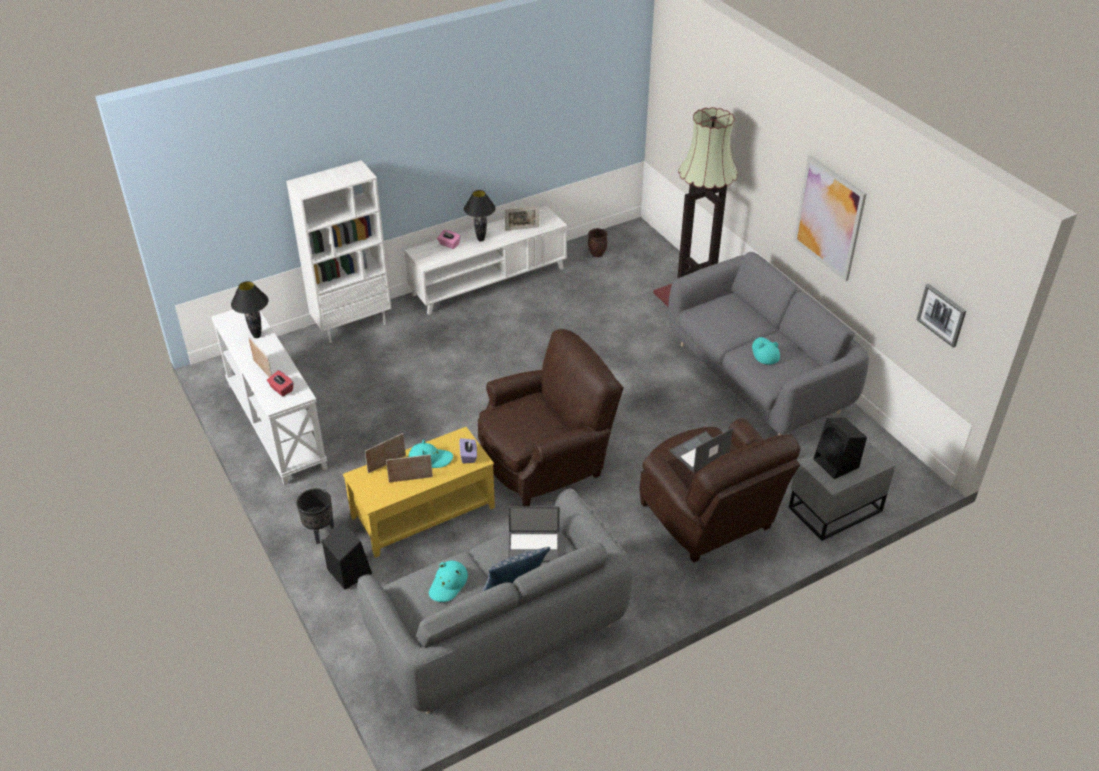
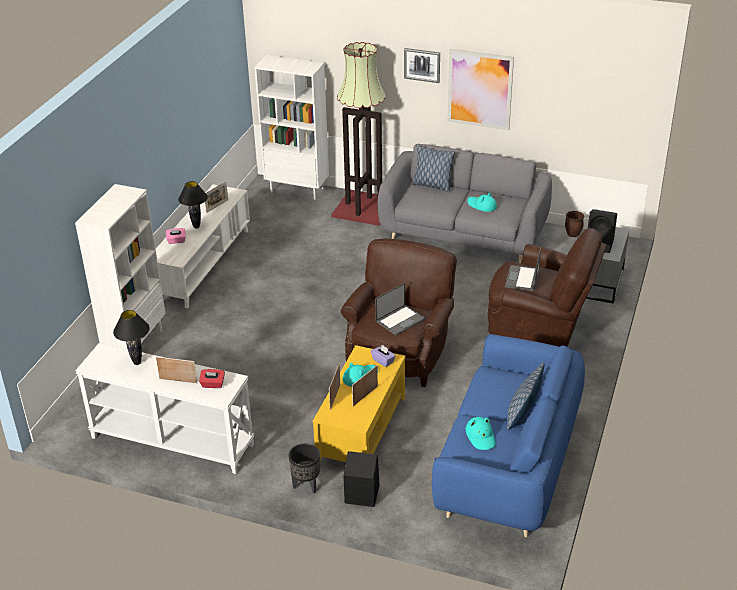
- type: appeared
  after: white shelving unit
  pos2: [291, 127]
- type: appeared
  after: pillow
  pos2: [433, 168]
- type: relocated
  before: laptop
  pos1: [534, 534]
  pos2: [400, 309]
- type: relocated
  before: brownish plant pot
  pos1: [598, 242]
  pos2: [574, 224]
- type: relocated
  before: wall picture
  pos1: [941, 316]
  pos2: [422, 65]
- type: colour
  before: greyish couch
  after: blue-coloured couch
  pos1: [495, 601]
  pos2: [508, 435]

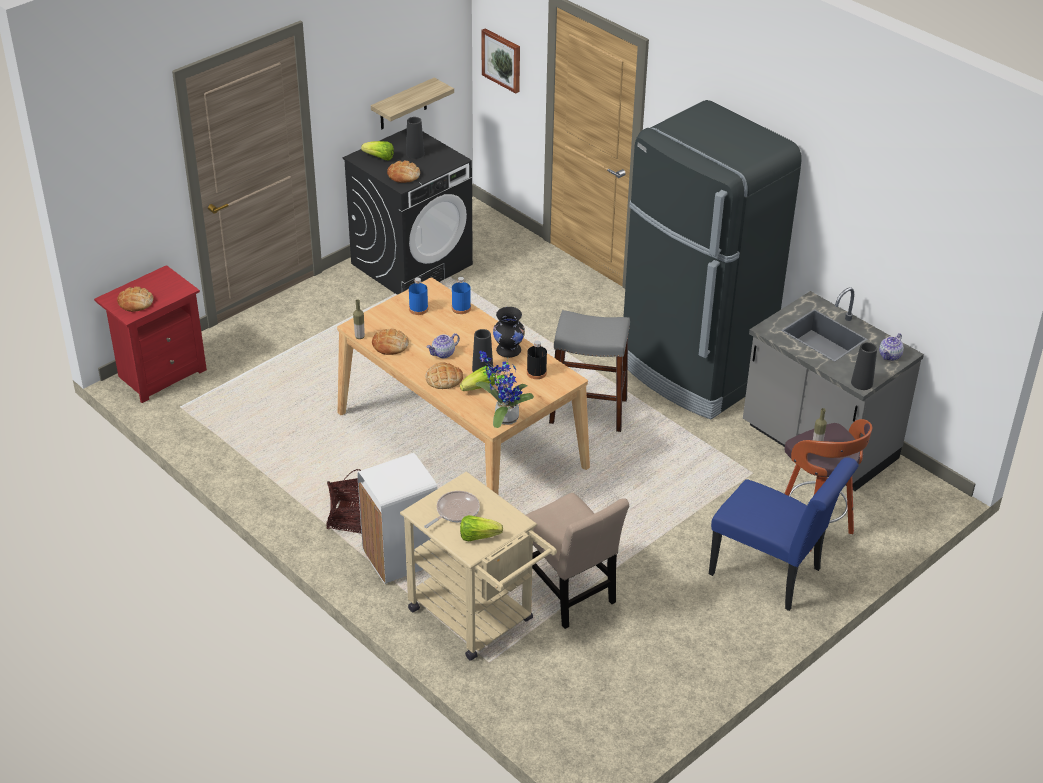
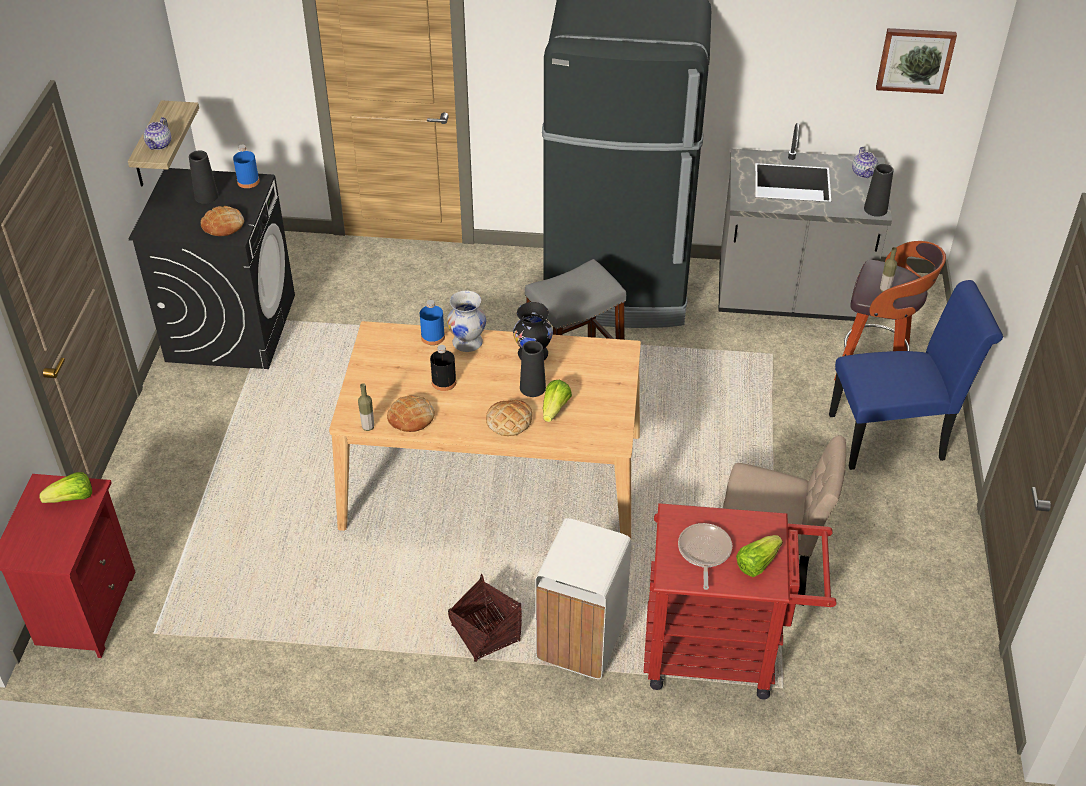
- type: missing
  before: baked bread
  pos1: [135, 299]
- type: missing
  before: potted plant
  pos1: [505, 389]
- type: appeared
  after: white flower vase
  pos2: [466, 321]
- type: relocated
  before: head of lettuce
  pos1: [377, 150]
  pos2: [65, 487]
- type: relocated
  before: blue-coloured drink bottle
  pos1: [418, 296]
  pos2: [246, 166]
- type: relocated
  before: pot for tea
  pos1: [443, 345]
  pos2: [157, 133]
- type: relocated
  before: wall picture
  pos1: [501, 60]
  pos2: [916, 61]
- type: relocated
  before: blackish drink bottle
  pos1: [537, 360]
  pos2: [443, 368]
- type: colour
  before: beige trolley
  after: red trolley
  pos1: [478, 566]
  pos2: [740, 601]

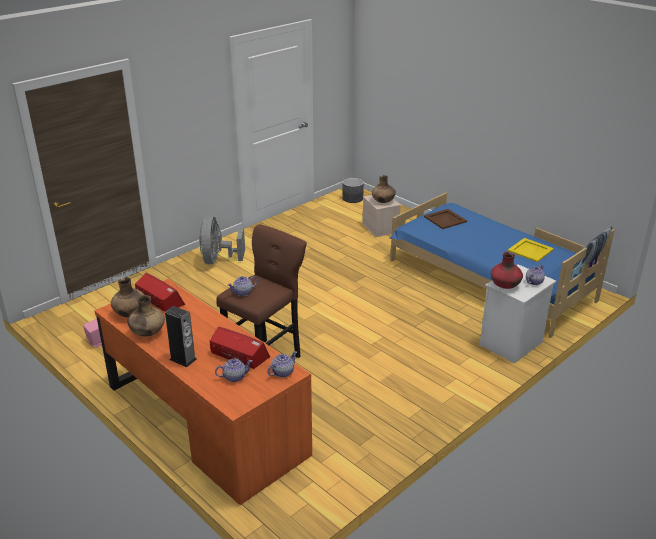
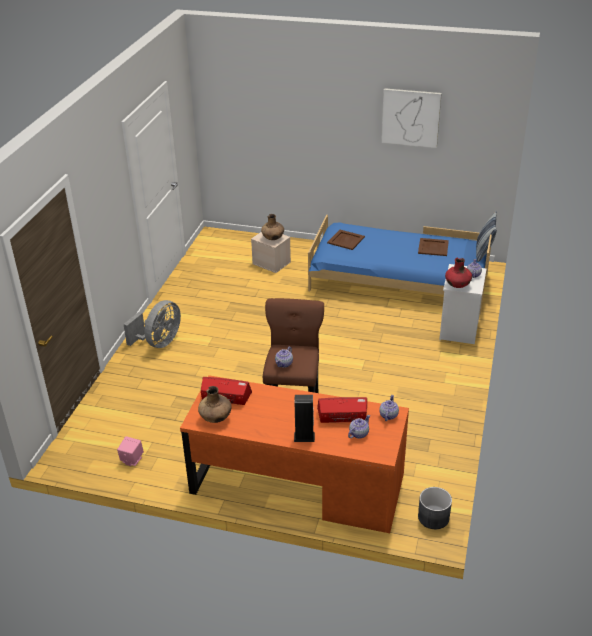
- type: missing
  before: brownish flower vase
  pos1: [146, 315]
- type: appeared
  after: wall picture
  pos2: [411, 118]
- type: relocated
  before: greyish plant pot
  pos1: [353, 190]
  pos2: [435, 508]
- type: colour
  before: yellow tray
  after: brownish tray
  pos1: [531, 250]
  pos2: [433, 247]
- type: spun
  before: greyish cooling fan
  pos1: [222, 240]
  pos2: [152, 324]
  turn: -120

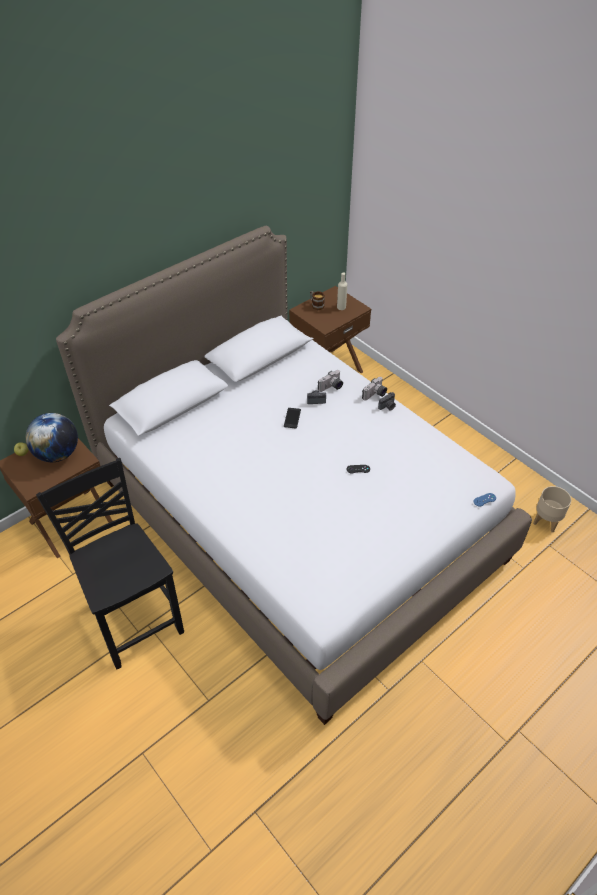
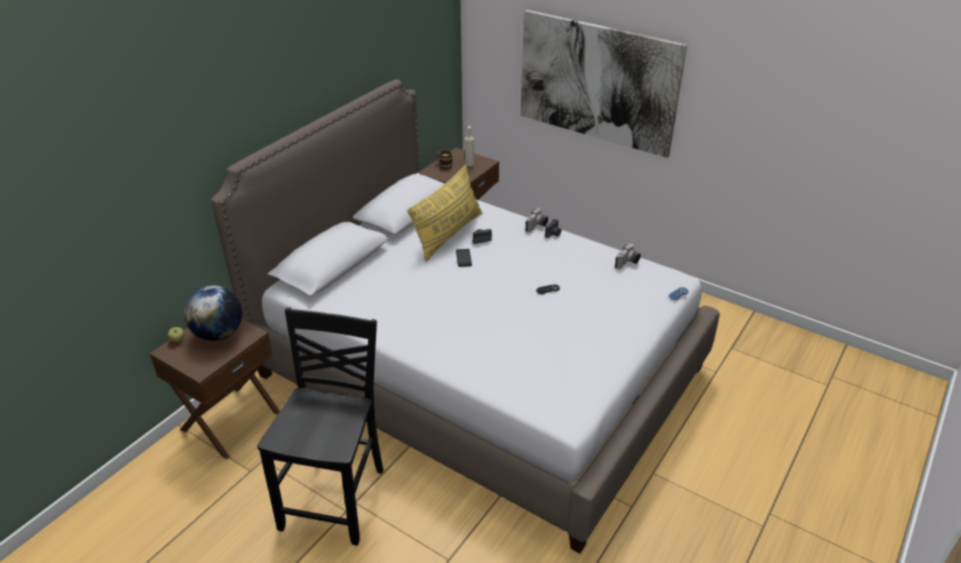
- type: missing
  before: beige plant pot
  pos1: [552, 509]
- type: appeared
  after: yellow pillow
  pos2: [444, 213]
- type: appeared
  after: wall picture
  pos2: [603, 84]
- type: relocated
  before: photo camera
  pos1: [330, 381]
  pos2: [628, 256]
- type: spun
  before: blackish upright chair
  pos1: [110, 564]
  pos2: [320, 426]
  turn: 60

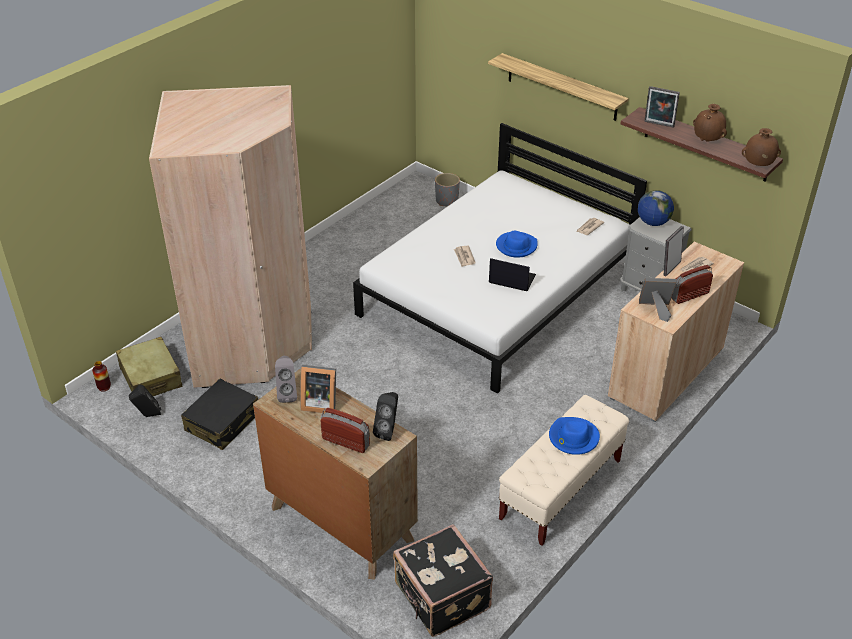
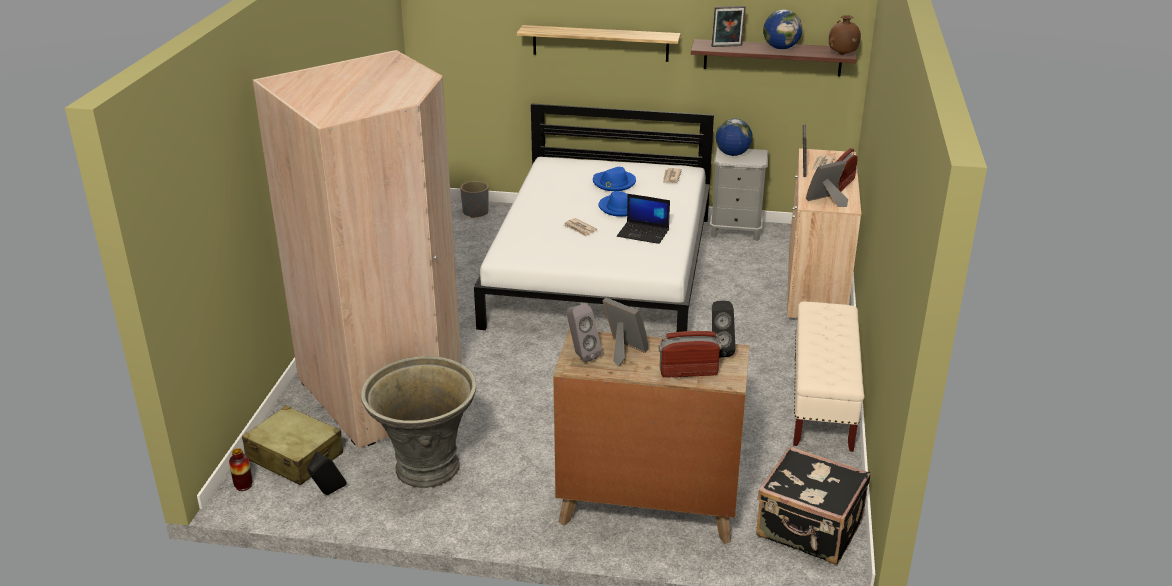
- type: relocated
  before: blue-coloured clothing hat
  pos1: [574, 436]
  pos2: [614, 179]
- type: exchanged
  before: blackish piece of luggage
  after: greyish plant pot
  pos1: [219, 414]
  pos2: [418, 422]
- type: exchanged
  before: brownish flower vase
  after: world globe
  pos1: [710, 123]
  pos2: [782, 29]
- type: spun
  before: standing frame
  pos1: [318, 389]
  pos2: [626, 332]
  turn: -120
- type: spun
  before: laptop
  pos1: [512, 274]
  pos2: [643, 219]
  turn: -150

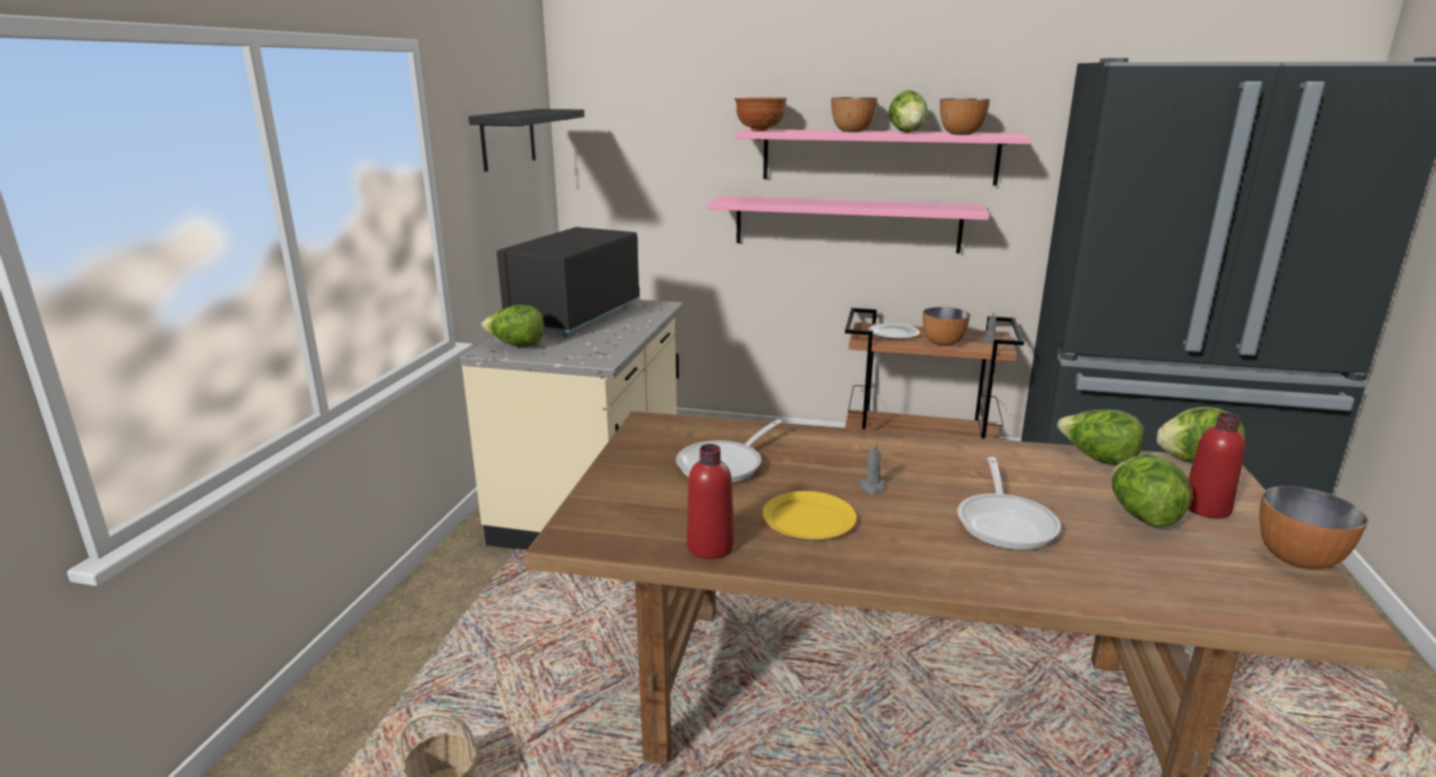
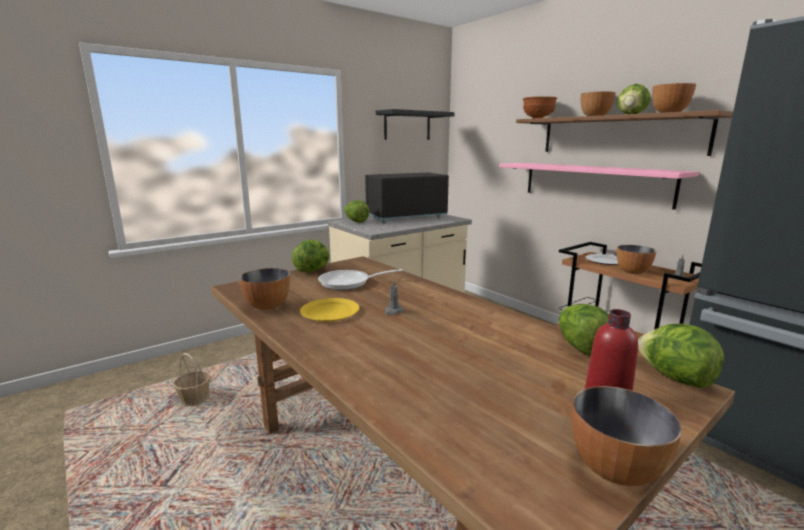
- type: missing
  before: pan
  pos1: [1009, 503]
- type: relocated
  before: head of lettuce
  pos1: [1151, 491]
  pos2: [310, 256]
- type: exchanged
  before: red drink bottle
  after: serving bowl
  pos1: [710, 501]
  pos2: [265, 289]
- type: colour
  before: pink bracket shelf
  after: brownish bracket shelf
  pos1: [883, 157]
  pos2: [624, 133]

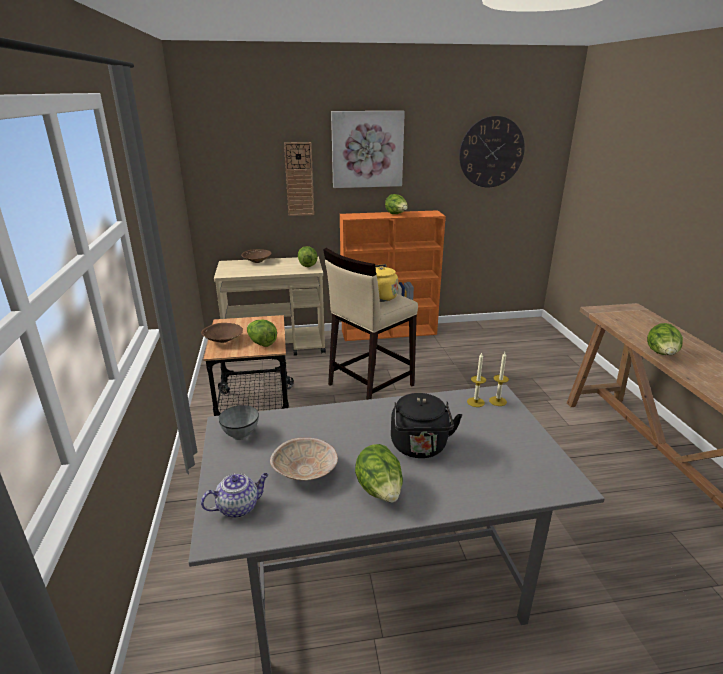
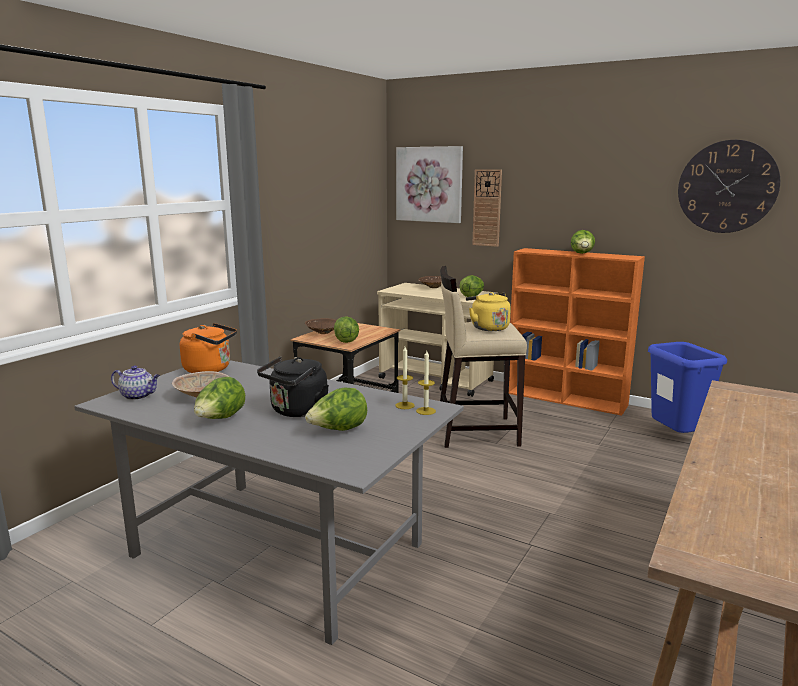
- type: appeared
  after: blue-coloured trash can
  pos2: [687, 387]
- type: relocated
  before: wall picture
  pos1: [368, 149]
  pos2: [429, 184]
- type: relocated
  before: head of lettuce
  pos1: [665, 339]
  pos2: [336, 409]
- type: exchanged
  before: greyish serving bowl
  after: orangey water kettle
  pos1: [239, 422]
  pos2: [208, 348]

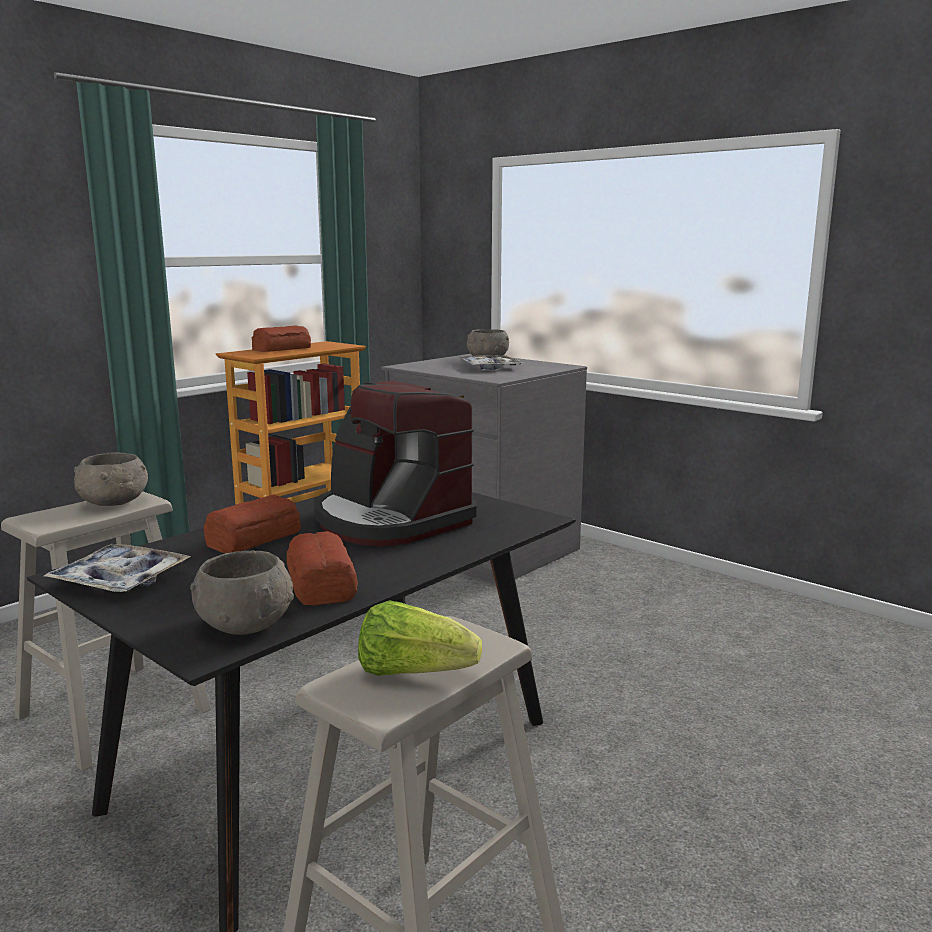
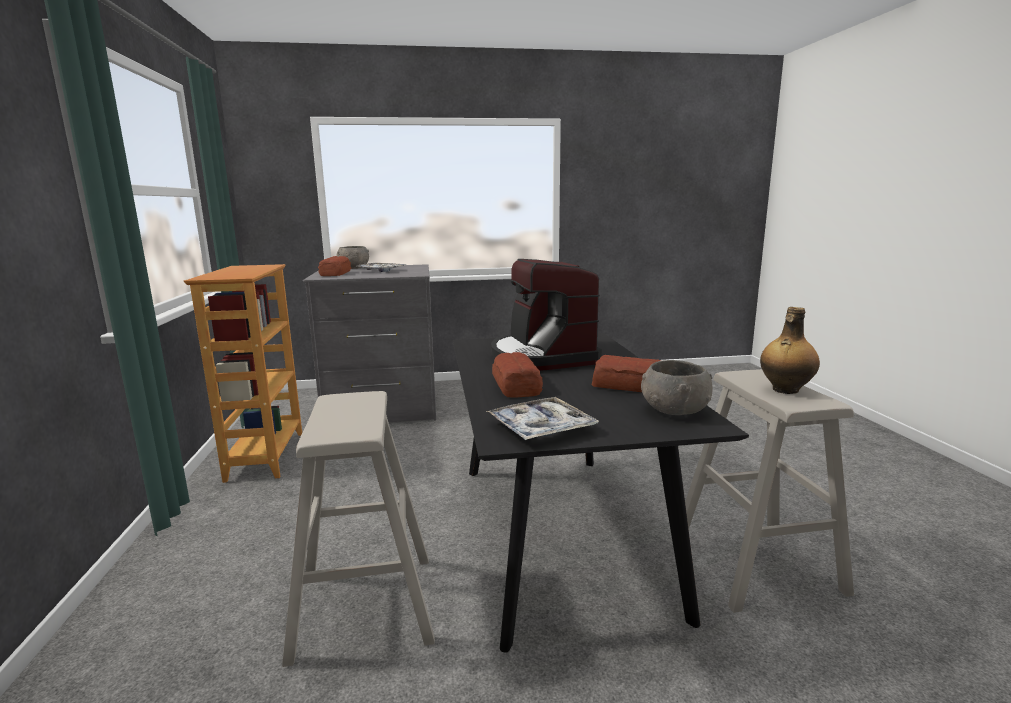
- type: missing
  before: greyish serving bowl
  pos1: [111, 479]
- type: relocated
  before: baked bread
  pos1: [281, 339]
  pos2: [334, 266]
- type: exchanged
  before: head of lettuce
  after: drink bottle
  pos1: [420, 638]
  pos2: [790, 350]
- type: spun
  before: coffee machine
  pos1: [395, 463]
  pos2: [546, 315]
  turn: 75

